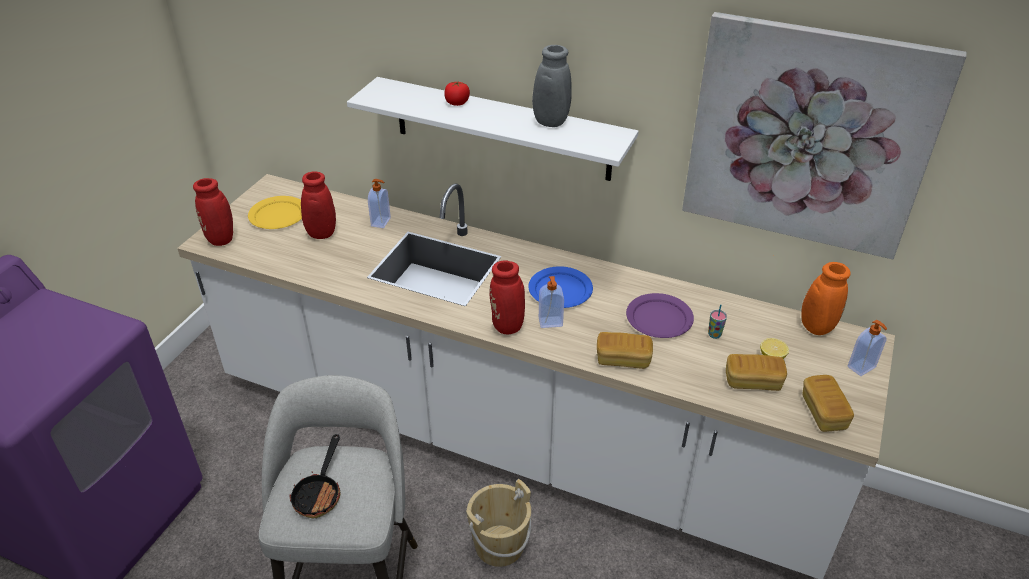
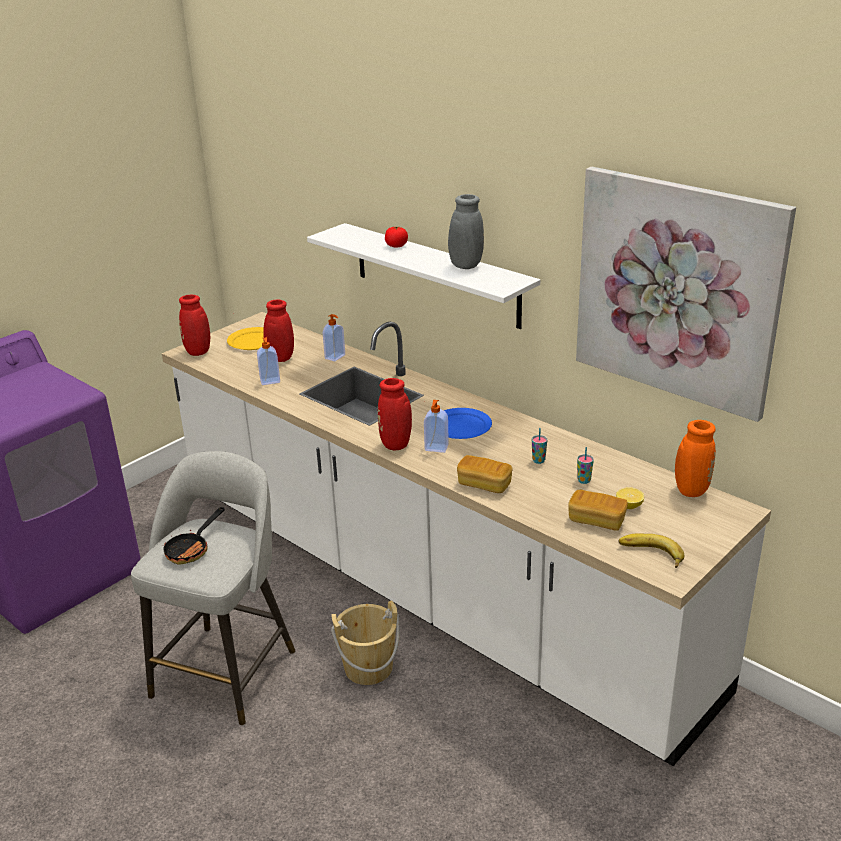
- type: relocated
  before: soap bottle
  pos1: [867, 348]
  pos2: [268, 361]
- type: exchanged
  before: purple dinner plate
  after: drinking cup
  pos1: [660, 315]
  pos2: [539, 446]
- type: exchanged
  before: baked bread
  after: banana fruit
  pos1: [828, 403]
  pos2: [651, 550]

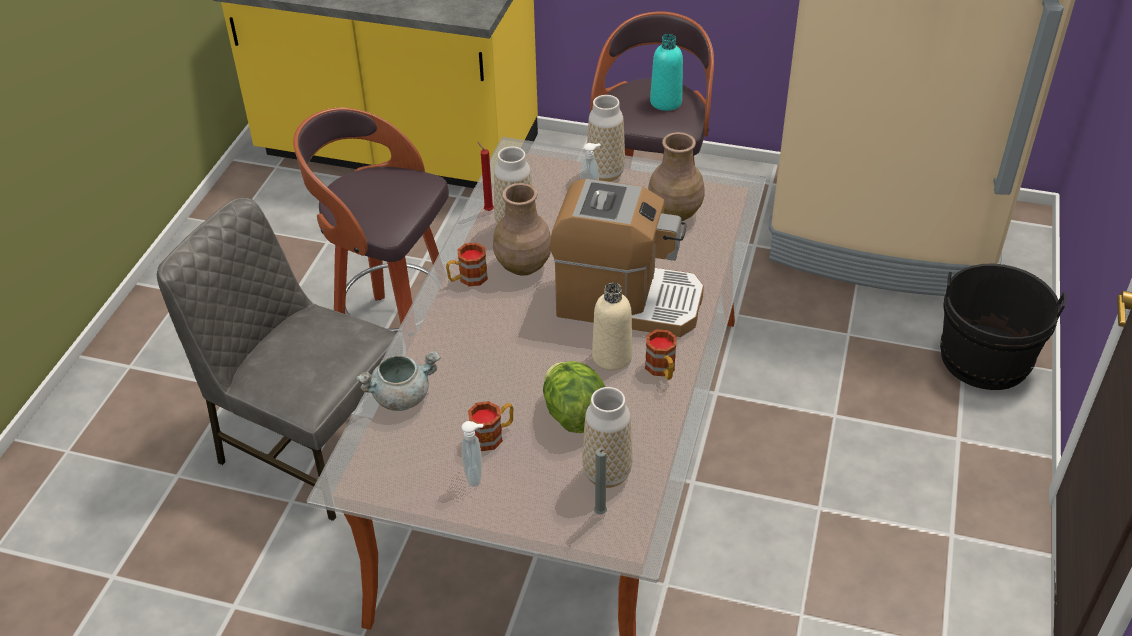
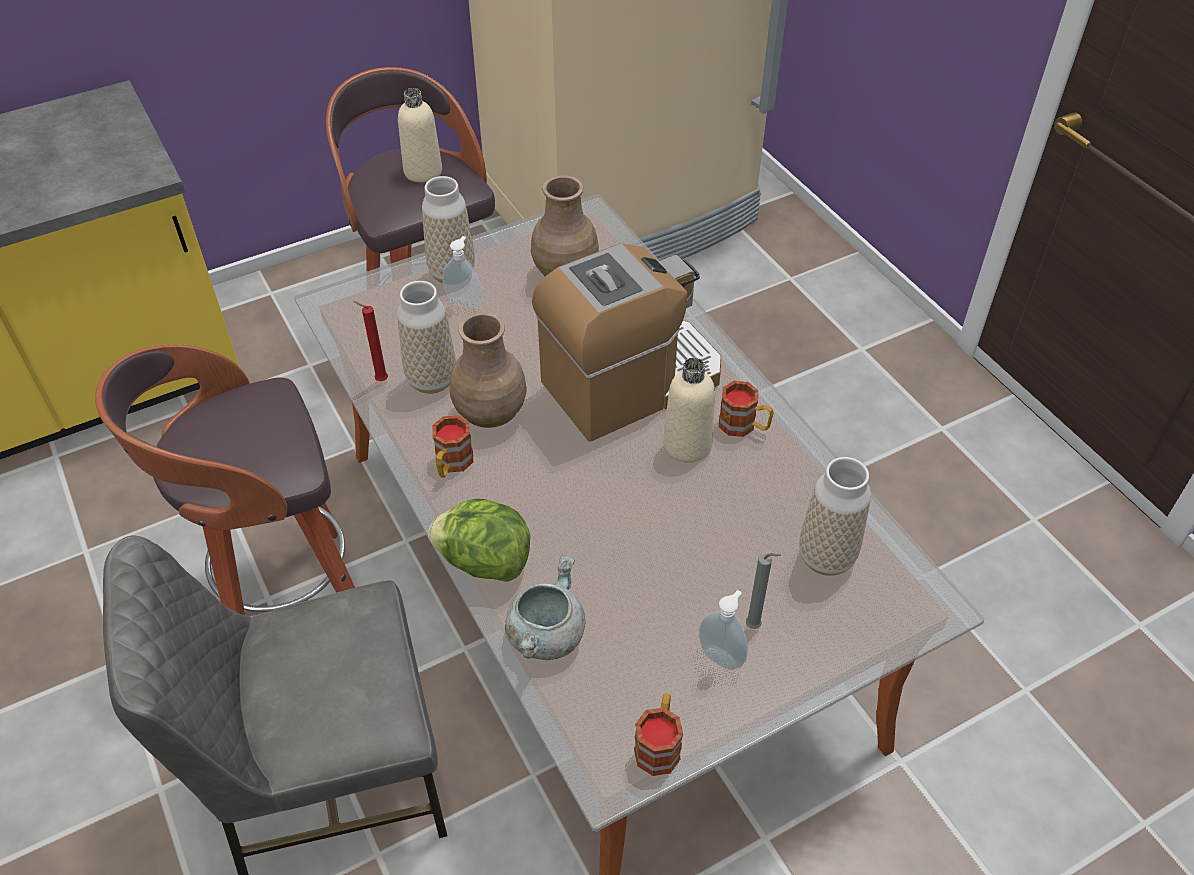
- type: missing
  before: blackish water bucket
  pos1: [1003, 326]
- type: relocated
  before: mug
  pos1: [491, 426]
  pos2: [658, 734]
- type: relocated
  before: head of lettuce
  pos1: [574, 397]
  pos2: [479, 540]
- type: relocated
  before: greyish wax candle
  pos1: [600, 481]
  pos2: [763, 591]
- type: colour
  before: turquoise-coloured drink bottle
  after: beige drink bottle
  pos1: [666, 72]
  pos2: [420, 135]

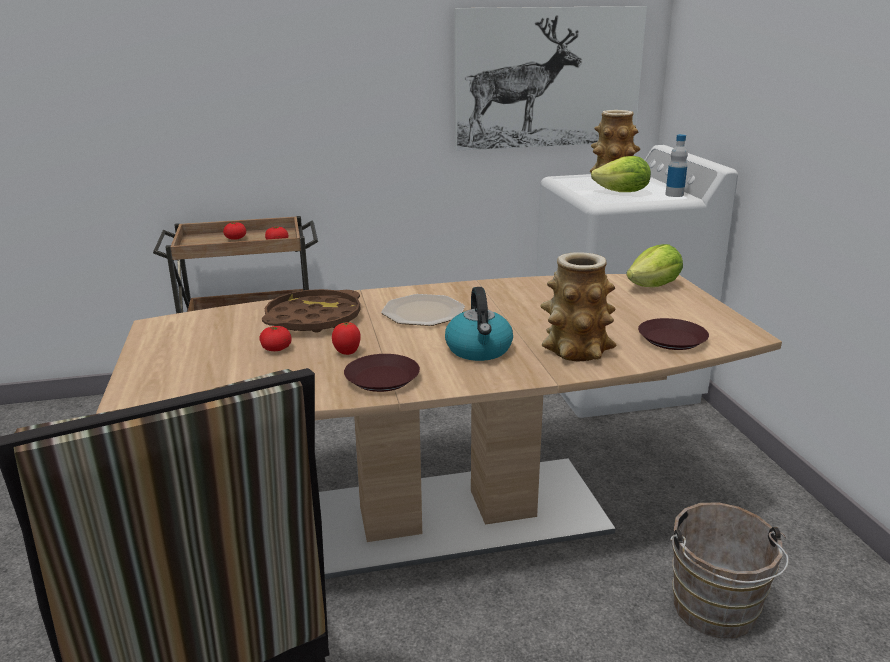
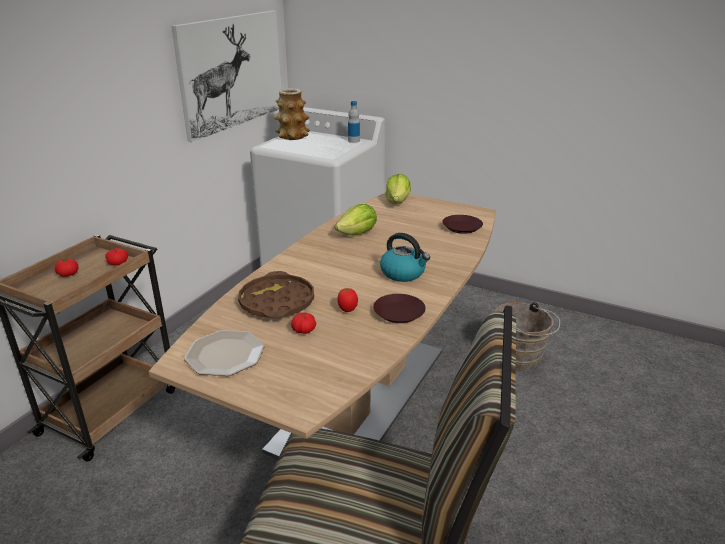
- type: missing
  before: flower vase
  pos1: [578, 306]
- type: relocated
  before: dinner plate
  pos1: [423, 310]
  pos2: [224, 353]
- type: relocated
  before: head of lettuce
  pos1: [621, 174]
  pos2: [356, 219]

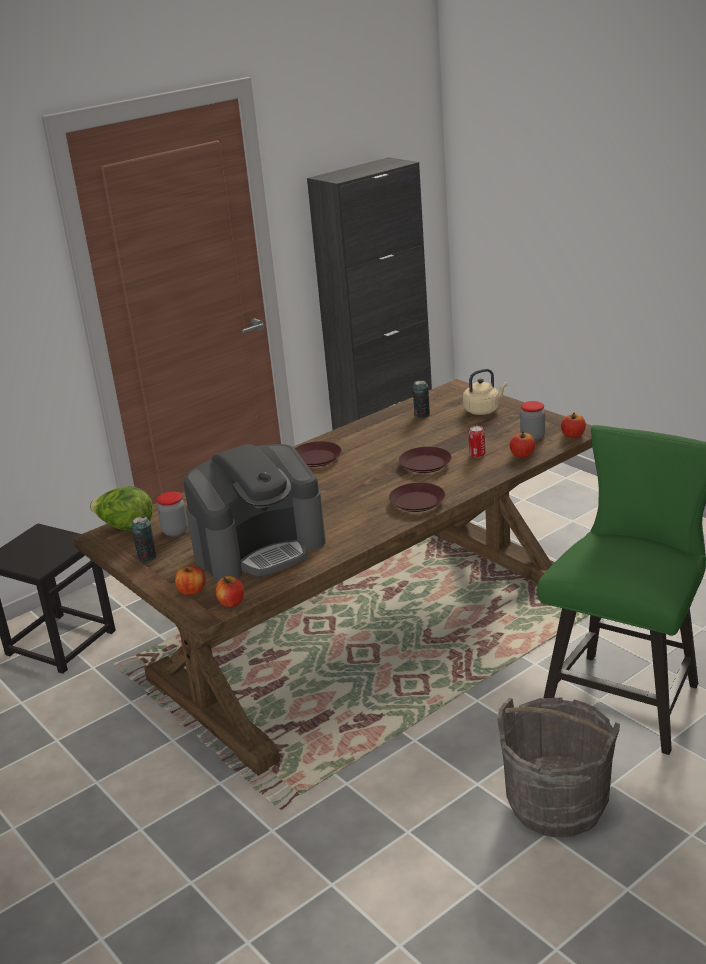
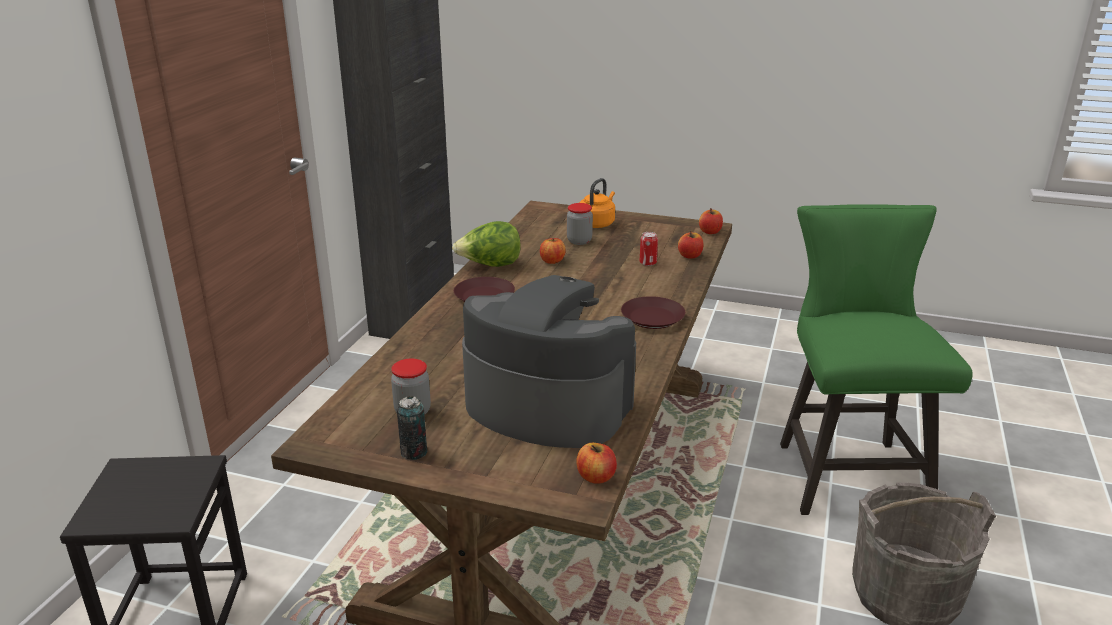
- type: missing
  before: brownish dinner plate
  pos1: [425, 460]
- type: missing
  before: can
  pos1: [421, 399]
- type: relocated
  before: head of lettuce
  pos1: [121, 508]
  pos2: [486, 244]
- type: relocated
  before: apple fruit
  pos1: [190, 580]
  pos2: [553, 251]
- type: relocated
  before: storage jar
  pos1: [532, 421]
  pos2: [580, 224]
- type: colour
  before: beige water kettle
  after: orangey water kettle
  pos1: [485, 392]
  pos2: [597, 203]
- type: spun
  before: coffee machine
  pos1: [255, 513]
  pos2: [549, 361]
  turn: -90

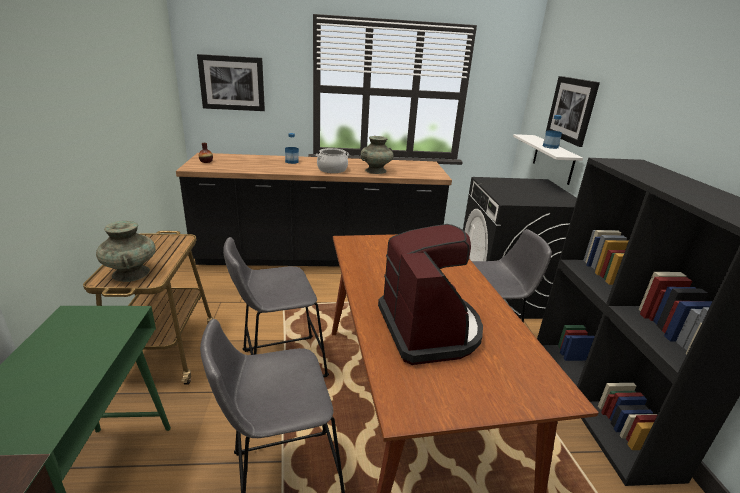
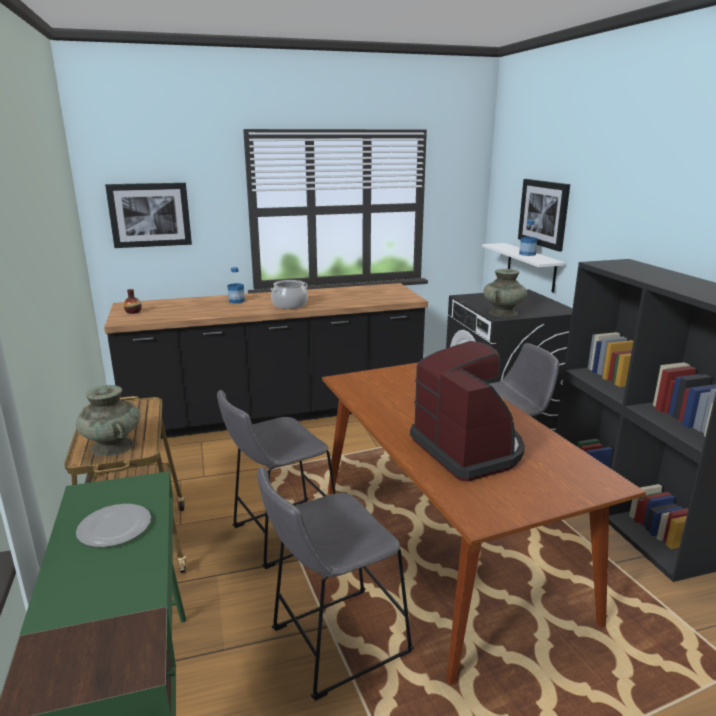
- type: appeared
  after: dinner plate
  pos2: [113, 525]
- type: relocated
  before: turquoise-coloured flower vase
  pos1: [377, 155]
  pos2: [505, 293]

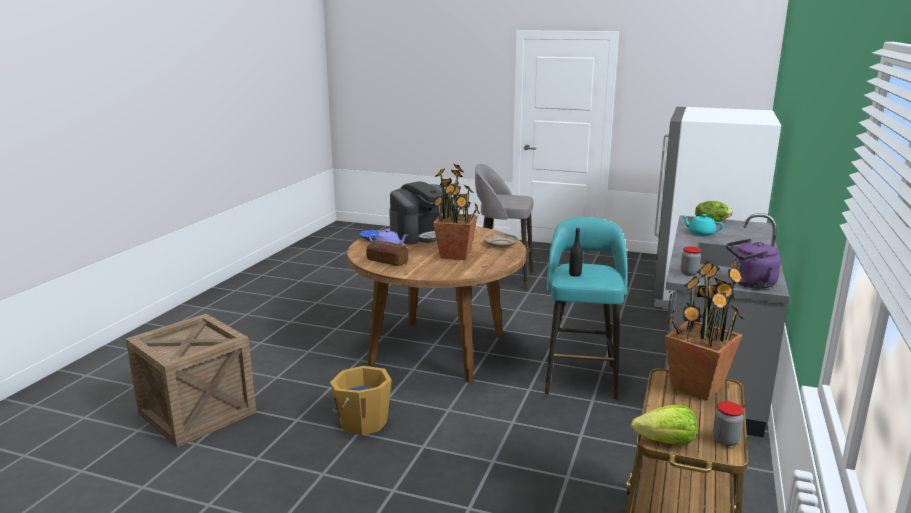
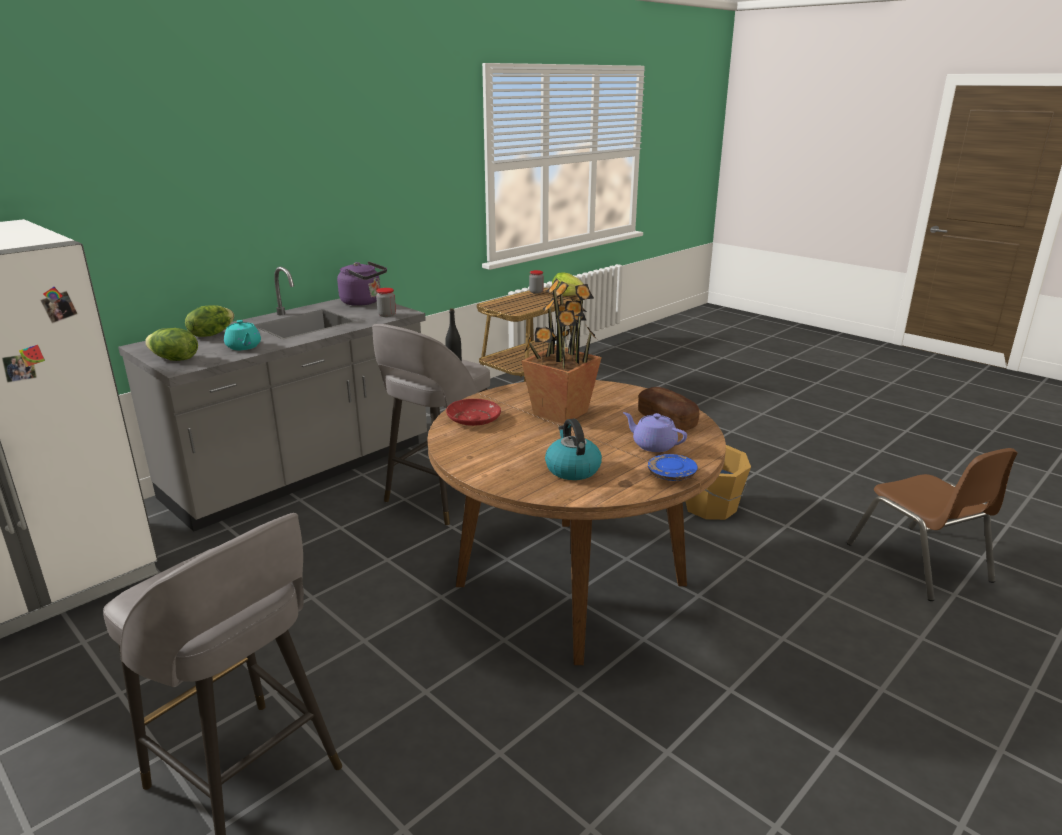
- type: missing
  before: potted plant
  pos1: [705, 330]
- type: appeared
  after: head of lettuce
  pos2: [209, 321]
- type: exchanged
  before: crate
  after: brownish upright chair
  pos1: [191, 380]
  pos2: [932, 524]
- type: exchanged
  before: coffee machine
  after: water kettle
  pos1: [421, 213]
  pos2: [573, 449]
- type: colour
  before: beige dinner plate
  after: red dinner plate
  pos1: [501, 241]
  pos2: [473, 412]
- type: colour
  before: turquoise-coloured stool seat
  after: greyish stool seat
  pos1: [586, 308]
  pos2: [431, 425]

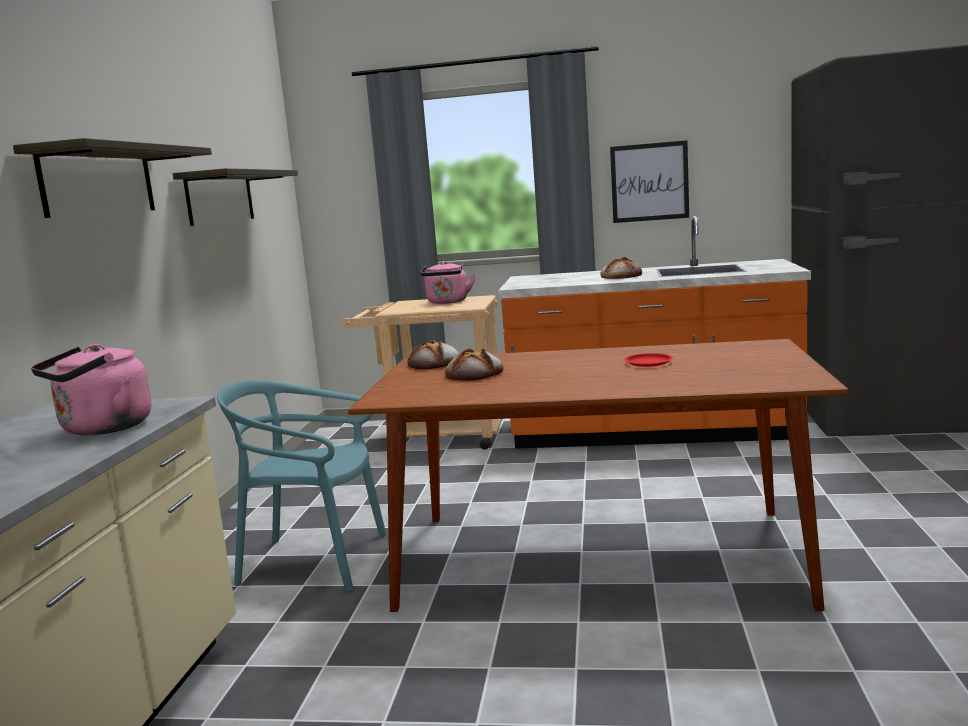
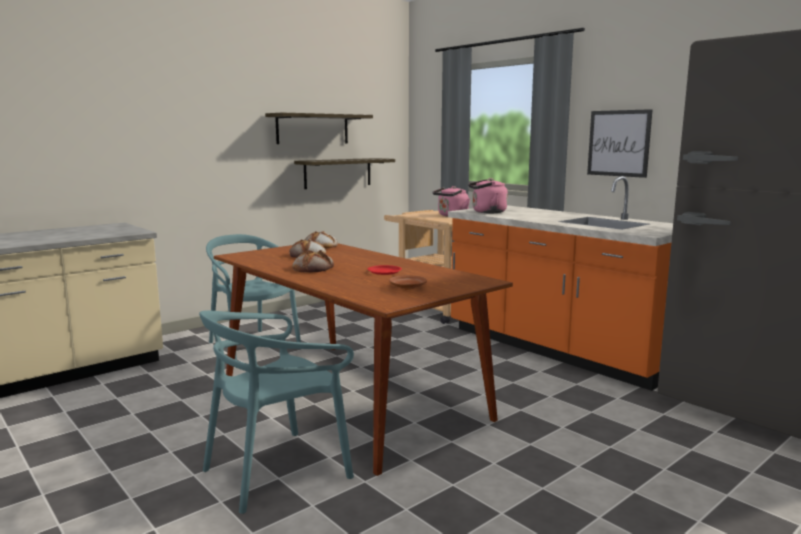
- type: appeared
  after: turquoise-coloured upright chair
  pos2: [276, 412]
- type: appeared
  after: brownish dinner plate
  pos2: [408, 282]
- type: relocated
  before: bracket shelf
  pos1: [112, 178]
  pos2: [344, 173]
- type: relocated
  before: pink water kettle
  pos1: [91, 389]
  pos2: [488, 195]
- type: relocated
  before: baked bread
  pos1: [621, 268]
  pos2: [313, 261]

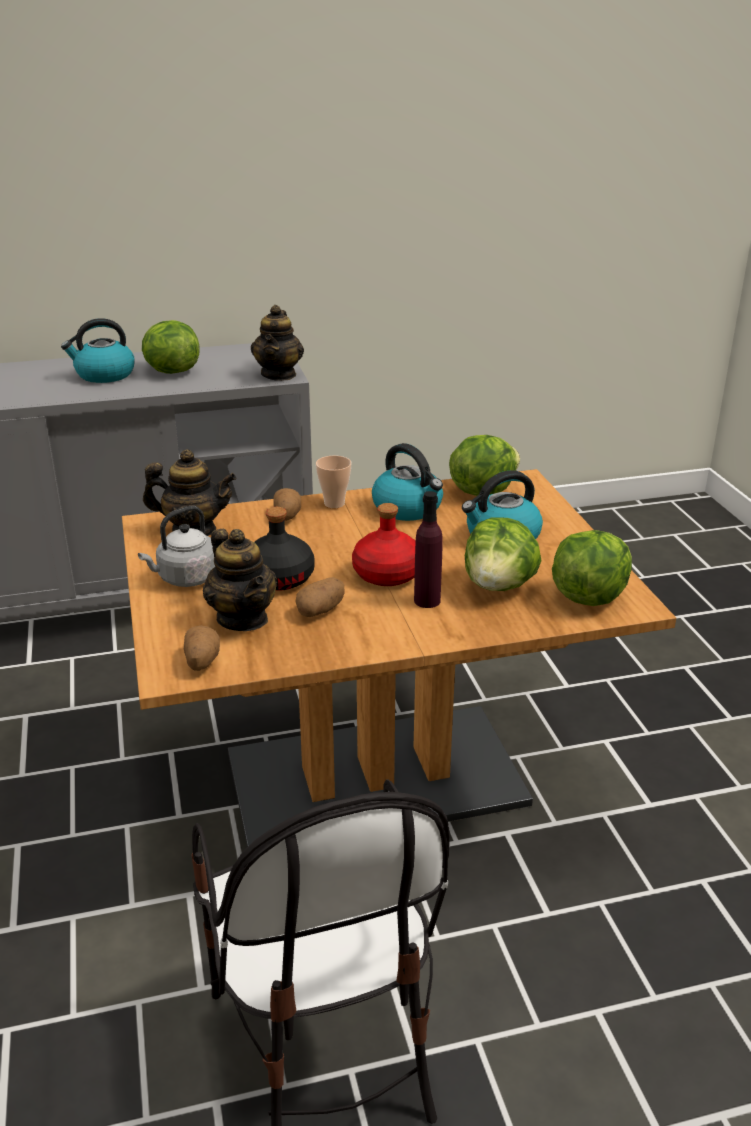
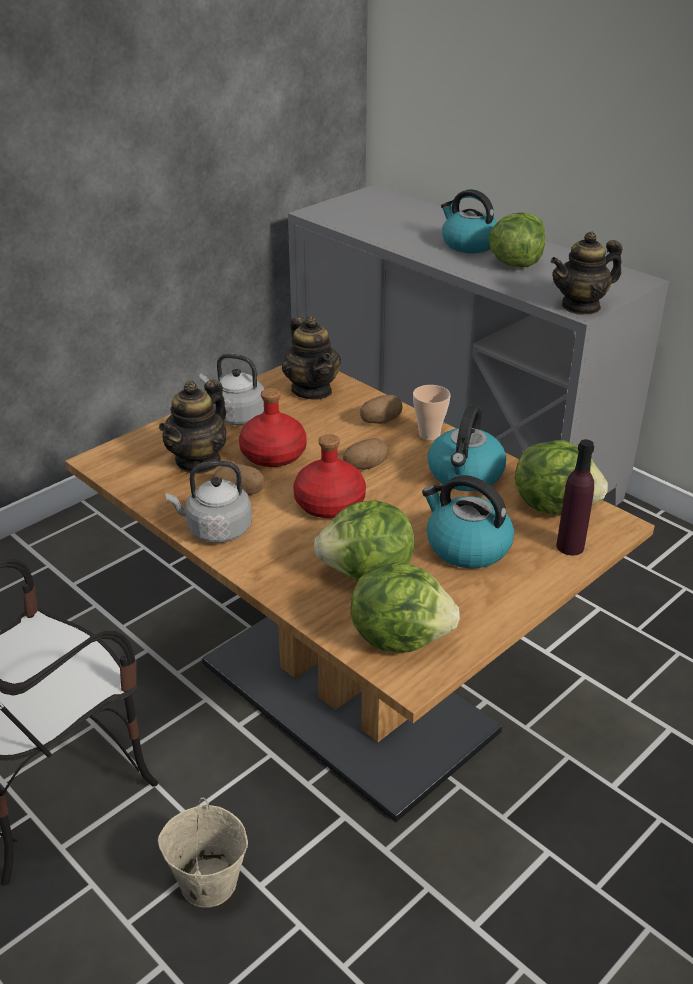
- type: appeared
  after: beige water bucket
  pos2: [203, 852]
- type: appeared
  after: greyish water kettle
  pos2: [208, 502]
- type: relocated
  before: spud
  pos1: [202, 648]
  pos2: [365, 454]
- type: relocated
  before: purple drink bottle
  pos1: [428, 549]
  pos2: [575, 497]
- type: colour
  before: blackish drink bottle
  after: red drink bottle
  pos1: [284, 549]
  pos2: [273, 427]

